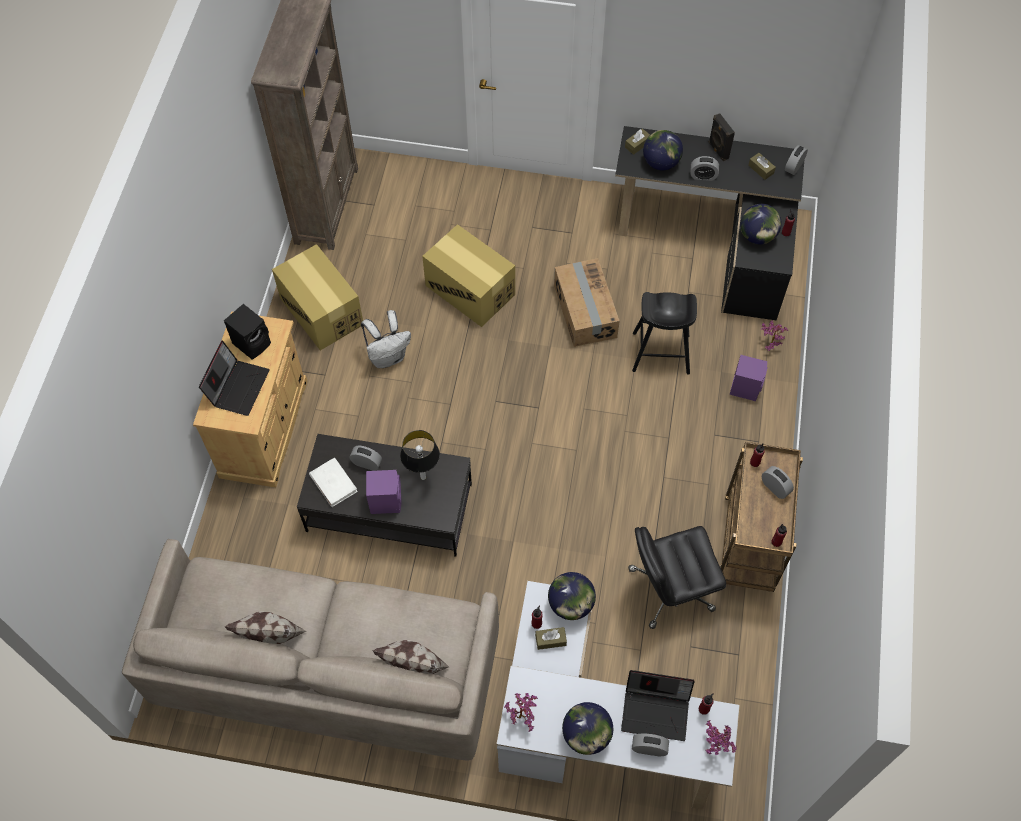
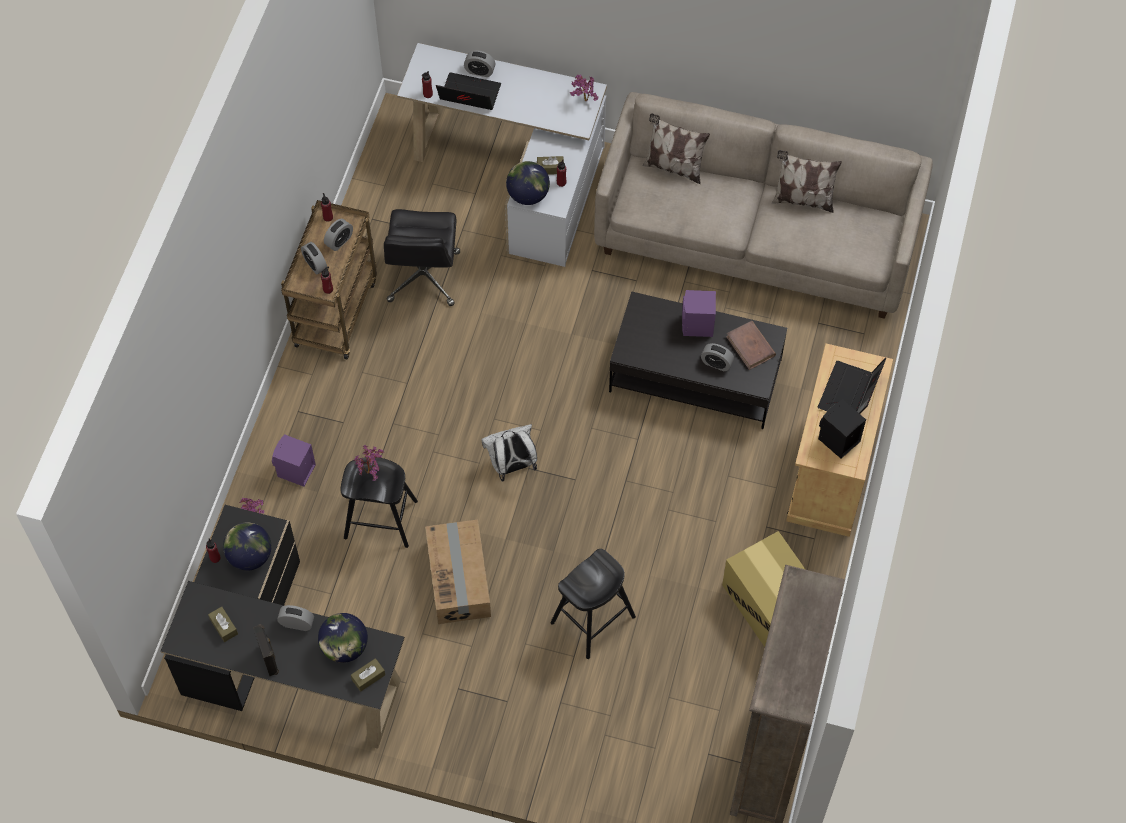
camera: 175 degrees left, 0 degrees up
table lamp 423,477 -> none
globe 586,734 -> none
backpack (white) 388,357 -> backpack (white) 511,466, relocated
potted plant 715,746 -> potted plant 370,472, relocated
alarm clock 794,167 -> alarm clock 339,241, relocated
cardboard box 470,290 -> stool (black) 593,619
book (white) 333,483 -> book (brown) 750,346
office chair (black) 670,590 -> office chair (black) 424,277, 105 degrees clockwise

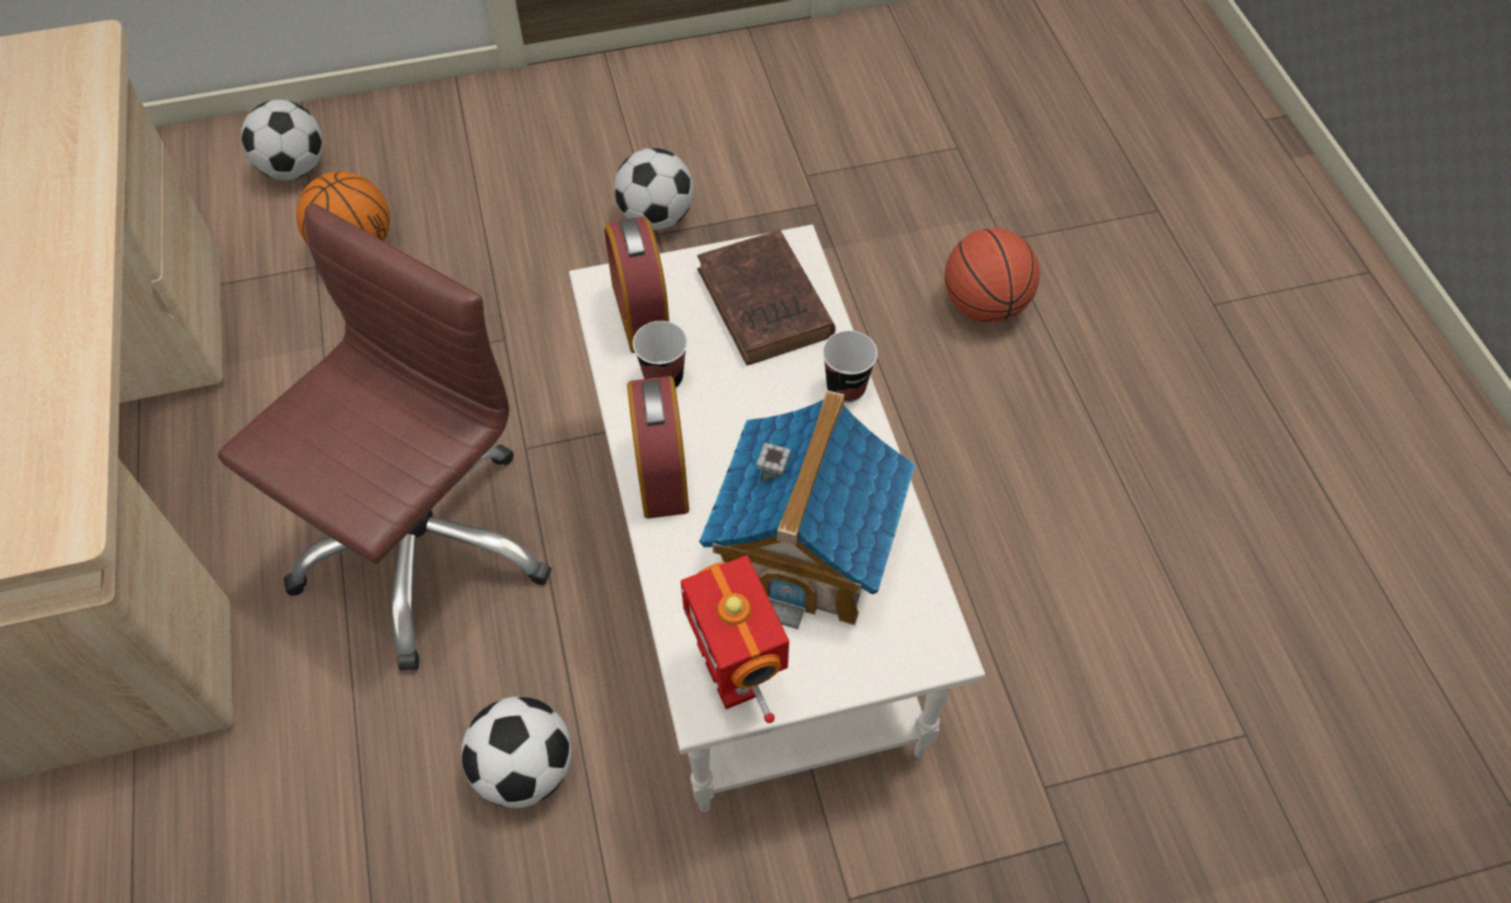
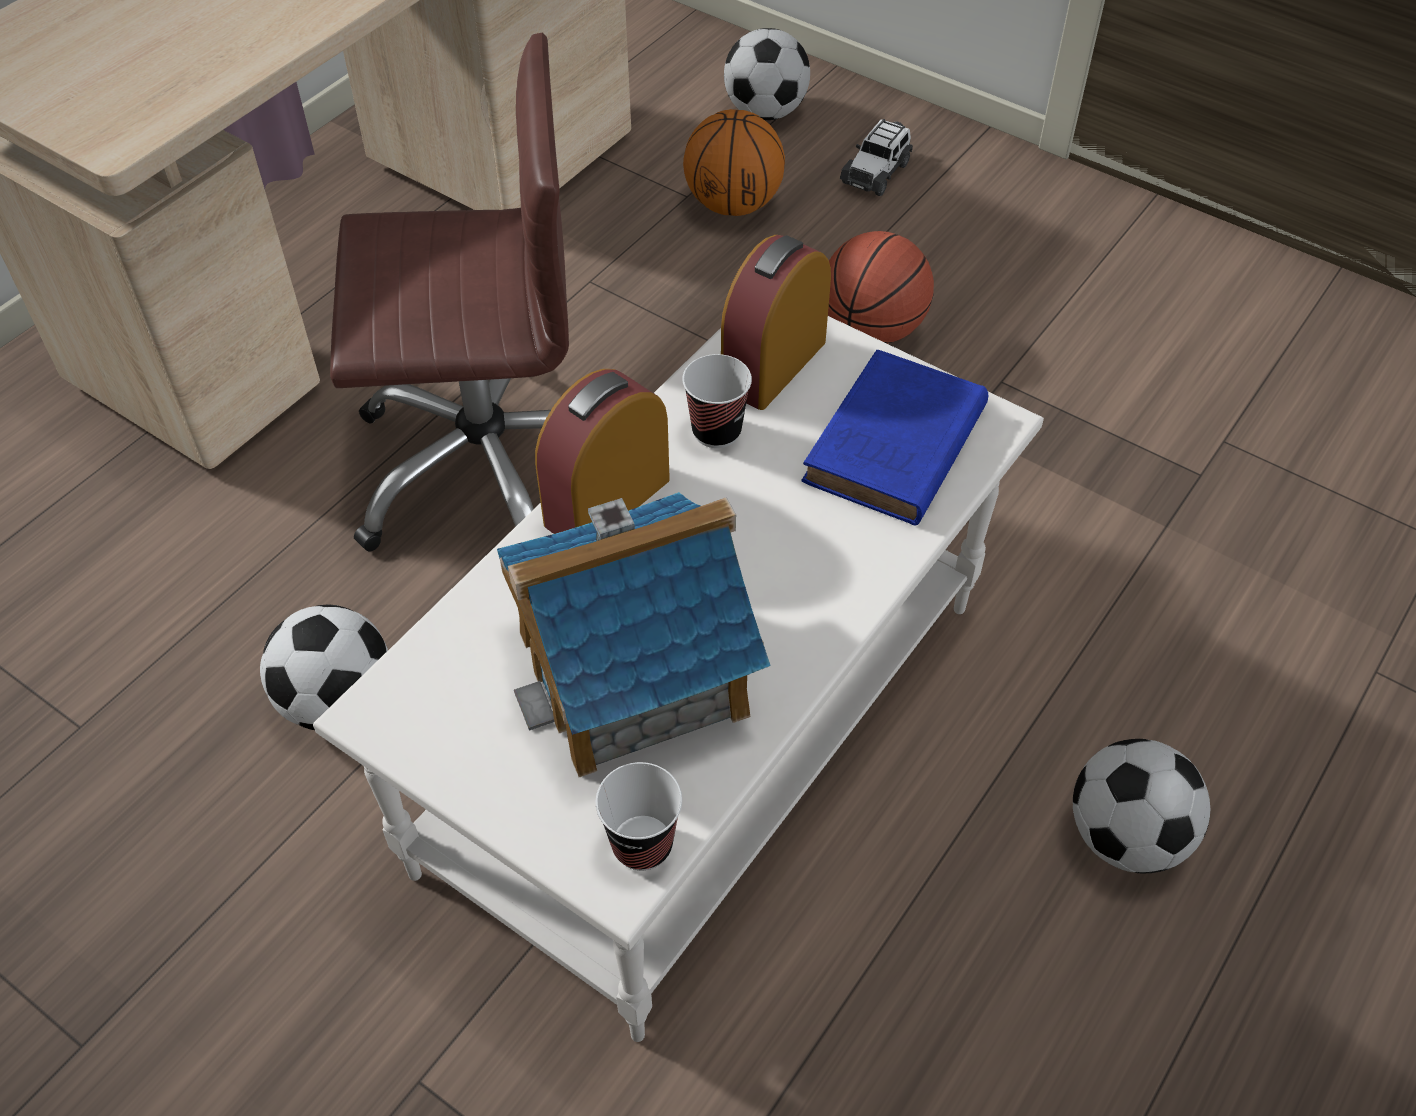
camera: 50 degrees right, 5 degrees down
toy robot 735,678 -> none
none -> toy car 876,172
football 657,217 -> football 1127,837, relocated
cup 846,388 -> cup 642,844, relocated
basketball 985,305 -> basketball 872,329, relocated
book (brown) 766,306 -> book (blue) 892,449

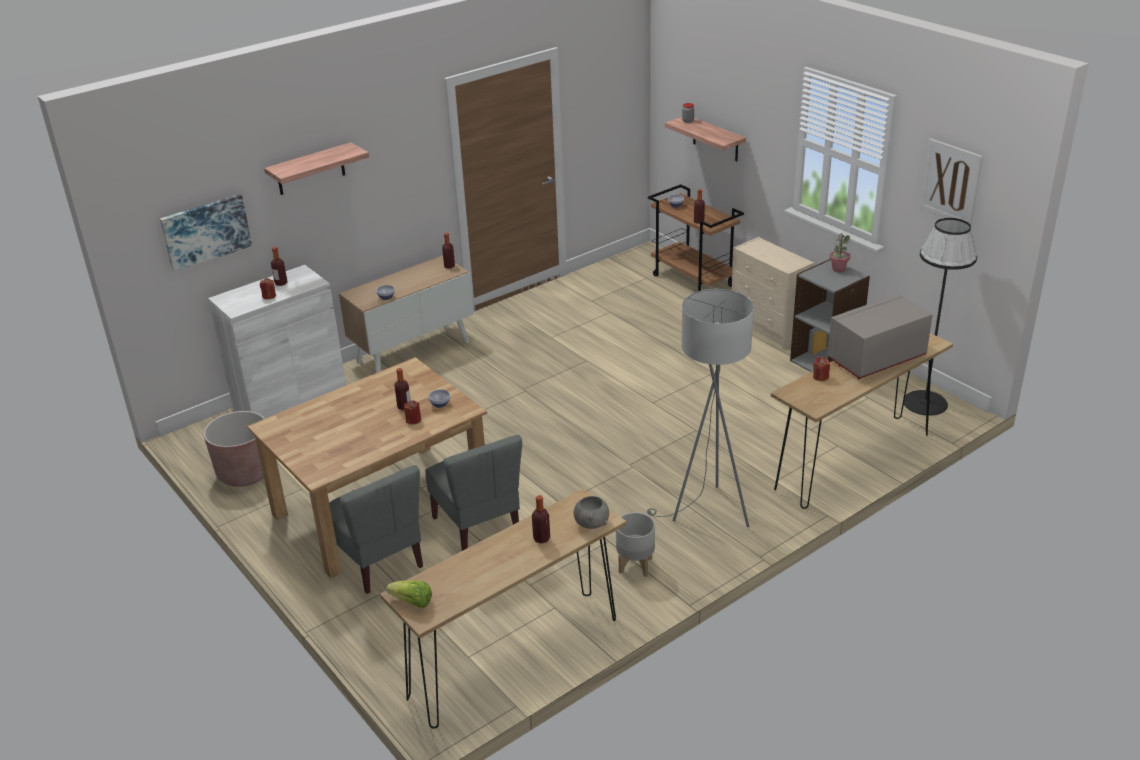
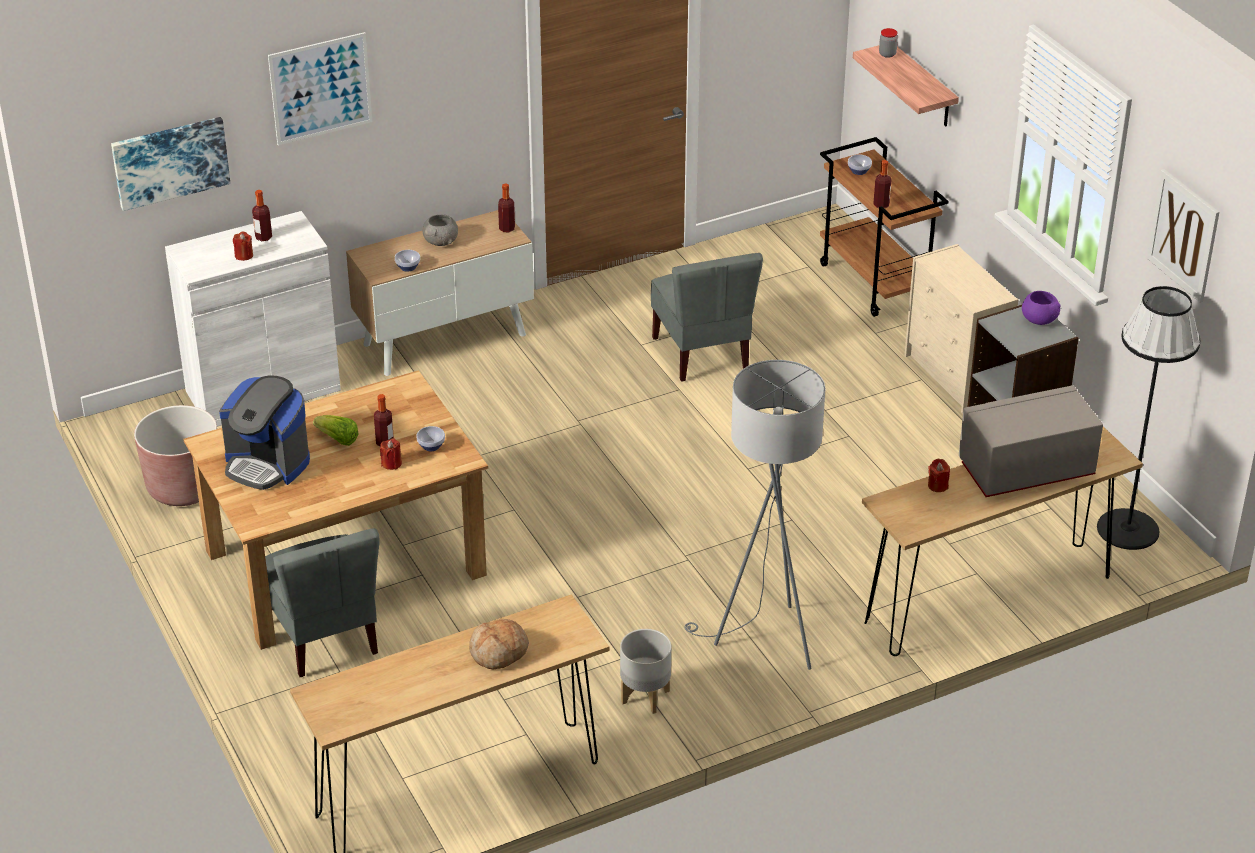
camera: 10 degrees right, 5 degrees up
none -> coffee machine 267,464
lettuce 412,602 -> lettuce 338,439, relocated
chair (grey) 478,526 -> chair (grey) 702,353, relocated
bowl (grey) 591,523 -> bowl (grey) 441,242, relocated
shelf 310,169 -> picture 320,88
bottle 541,538 -> bread 499,652
potted plant 838,269 -> bowl (purple) 1039,320

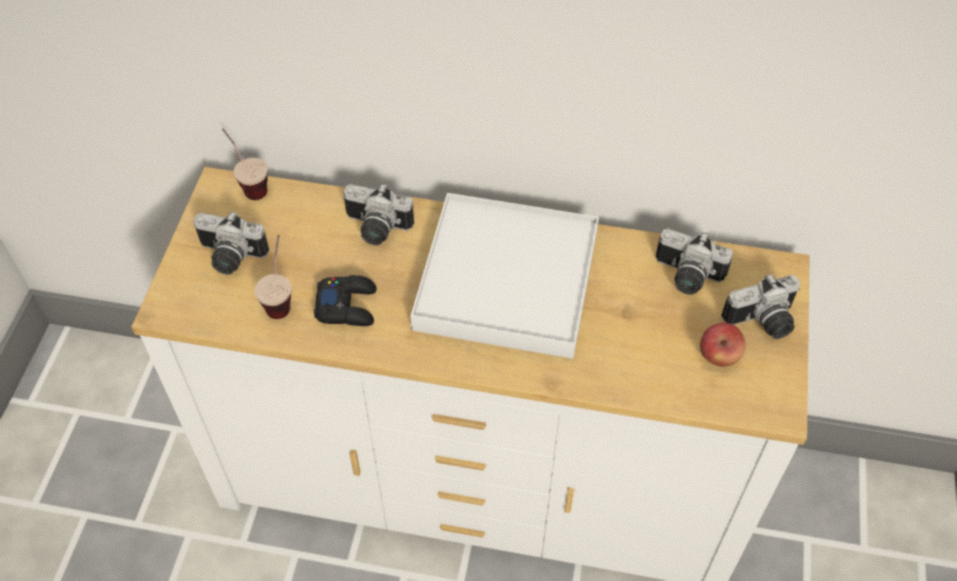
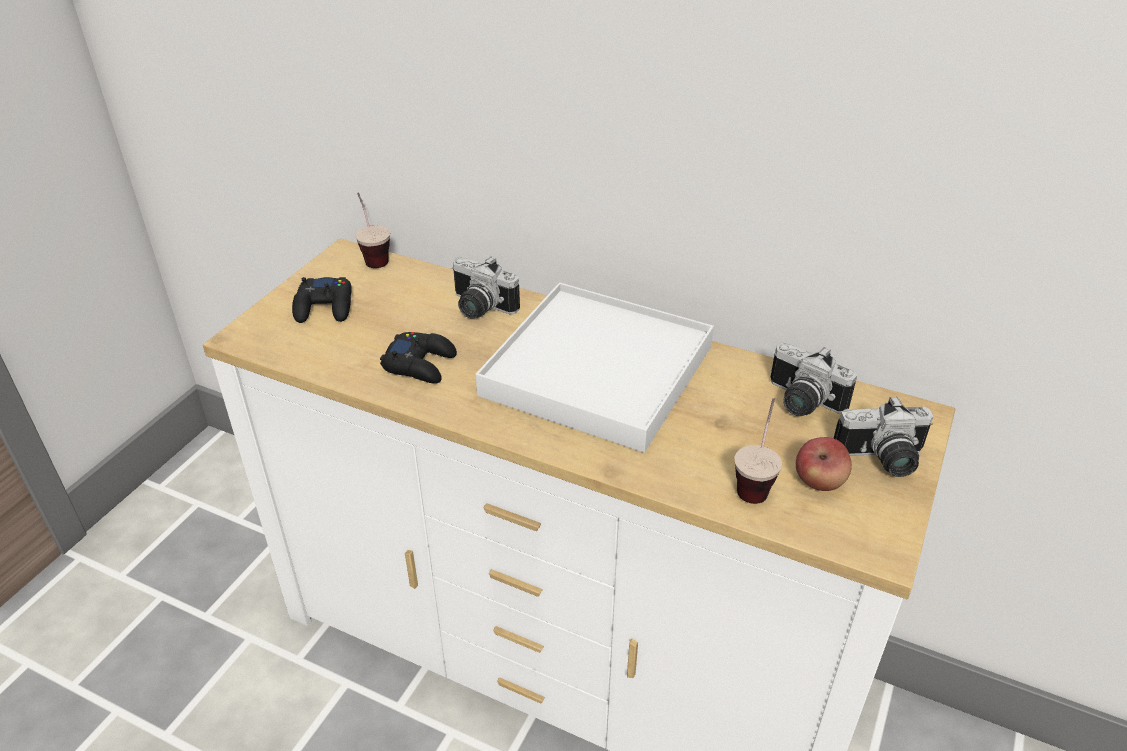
camera: 15 degrees right, 15 degrees down
cup 281,297 -> cup 755,480, relocated
photo camera 229,258 -> game controller (black) 325,307

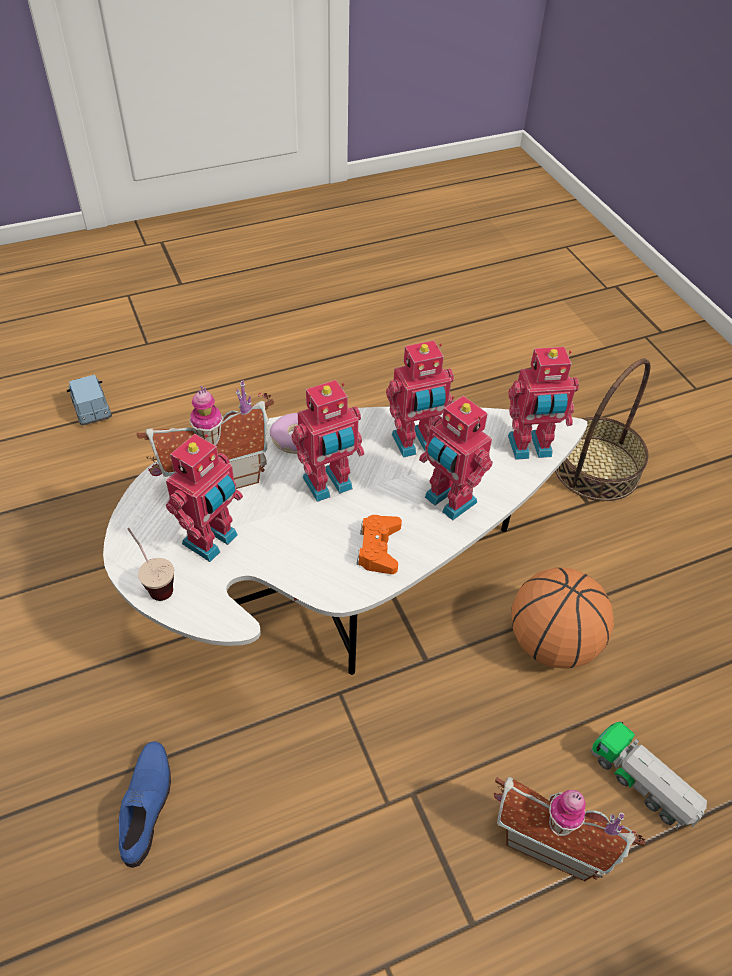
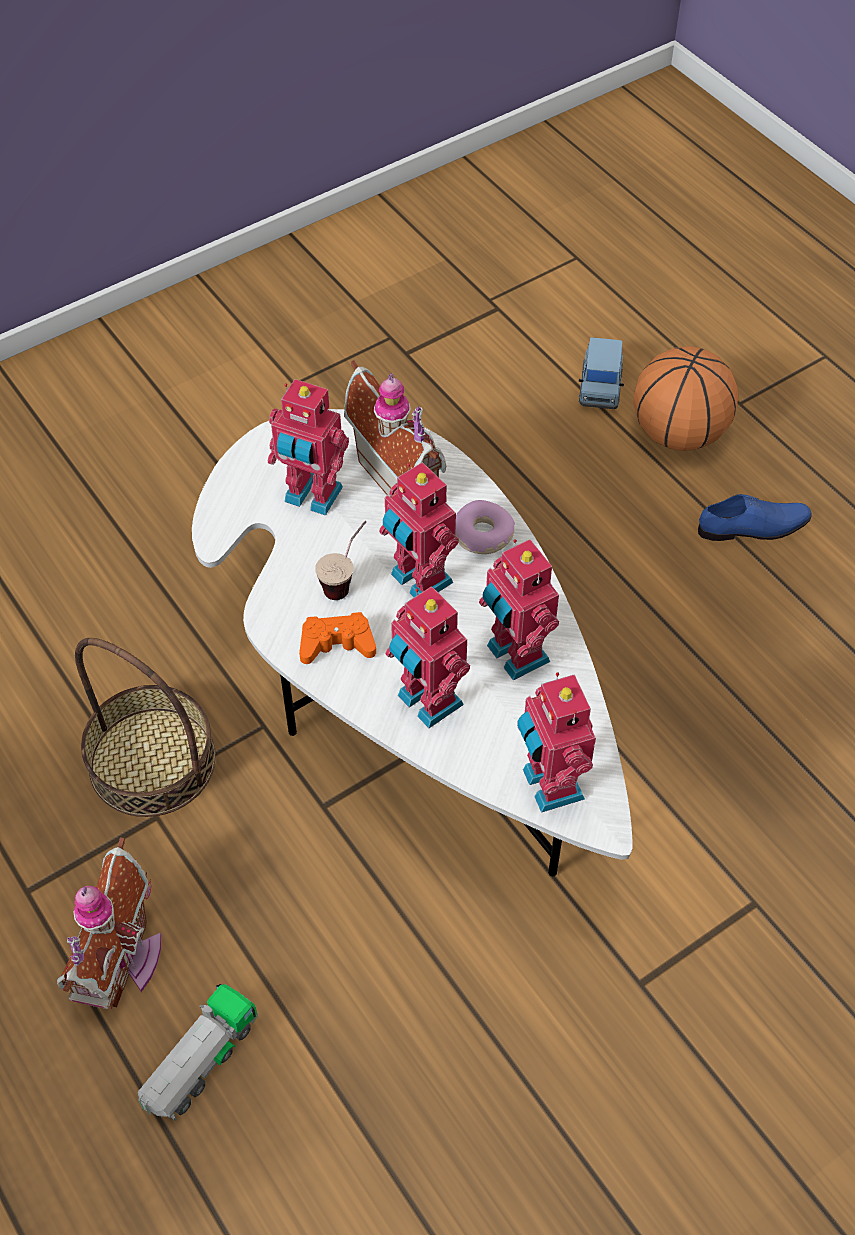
camera: 80 degrees right, 5 degrees up
shoe (blue) 147,804 -> shoe (blue) 754,527, relocated
cup 154,582 -> cup 346,581, relocated
basketball 551,643 -> basketball 678,434, relocated
basket 596,468 -> basket 152,761, relocated
toy car (blue) 92,409 -> toy car (blue) 600,389, 135 degrees clockwise
toy robot 448,501 -> toy robot 426,702, 75 degrees counterclockwise

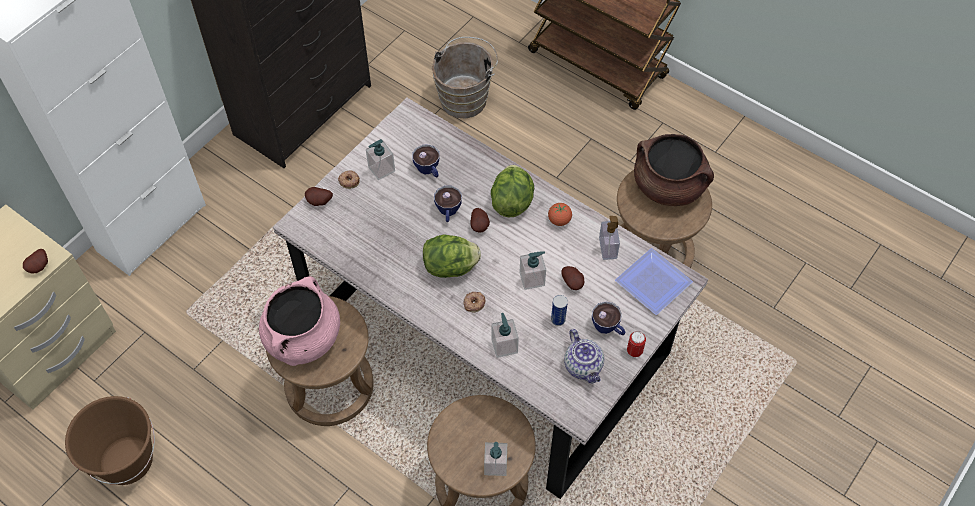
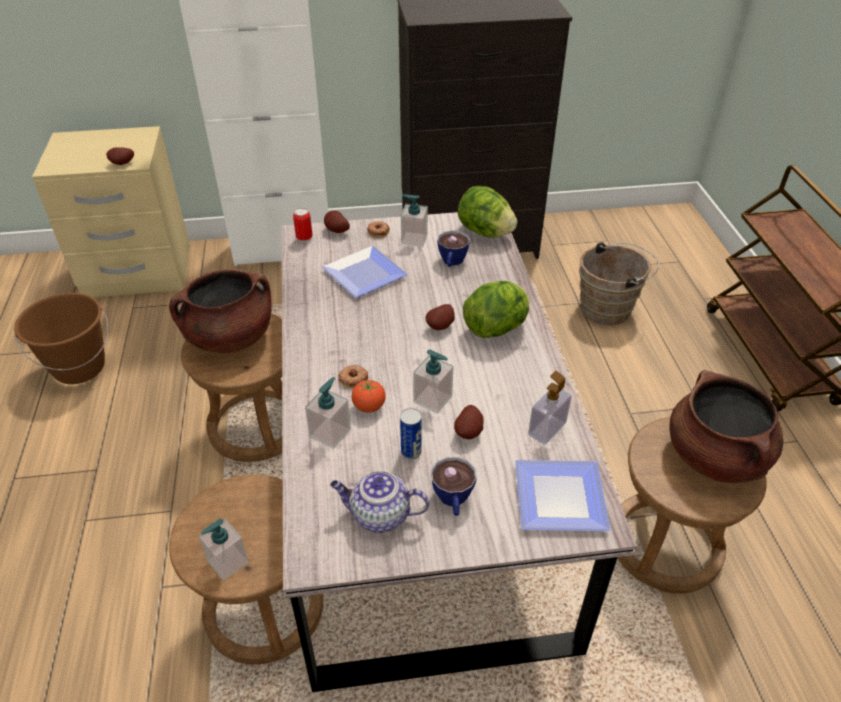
camera: 45 degrees right, 15 degrees down
cup 448,212 -> none
none -> plate 368,274
lettuce 451,267 -> lettuce 485,232, relocated
tomato 559,220 -> tomato 369,406, relocated
can 634,351 -> can 304,238, relocated
cooking pot (pink) 303,338 -> cooking pot (brown) 230,338
teapot 584,367 -> teapot 379,515, 75 degrees clockwise

